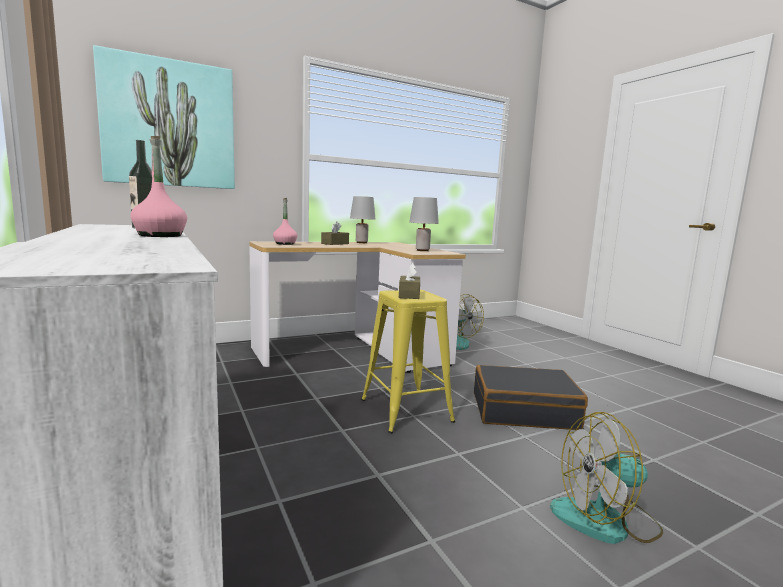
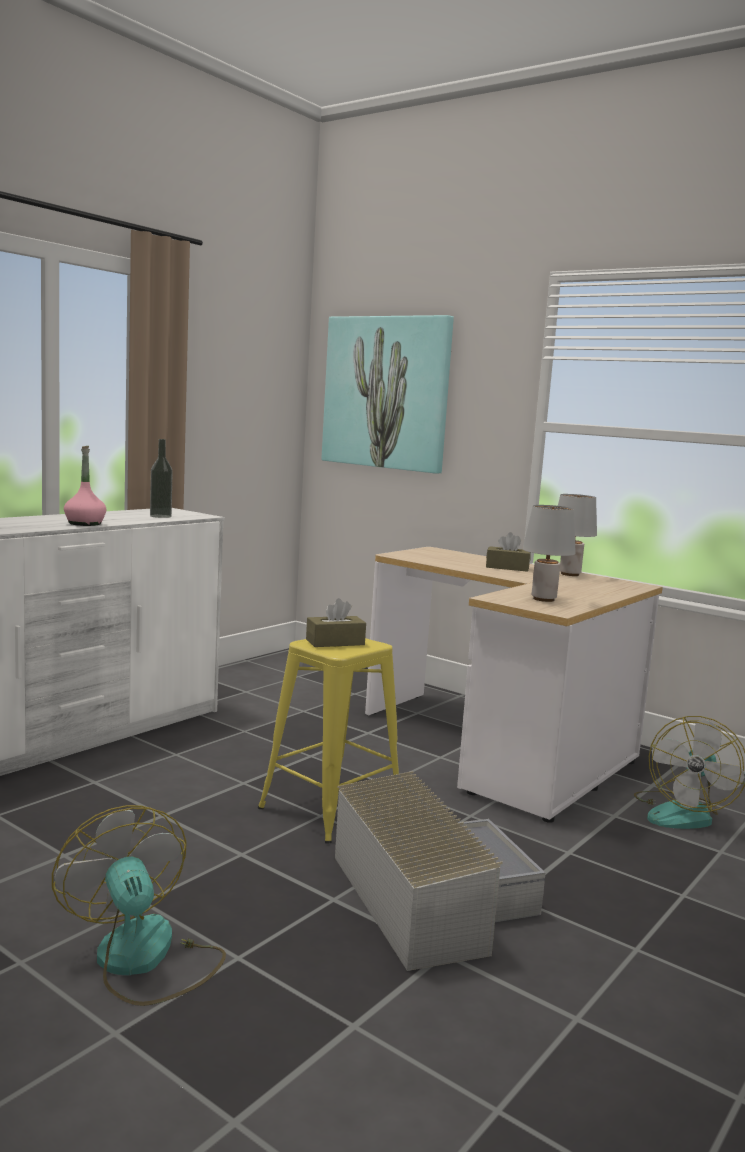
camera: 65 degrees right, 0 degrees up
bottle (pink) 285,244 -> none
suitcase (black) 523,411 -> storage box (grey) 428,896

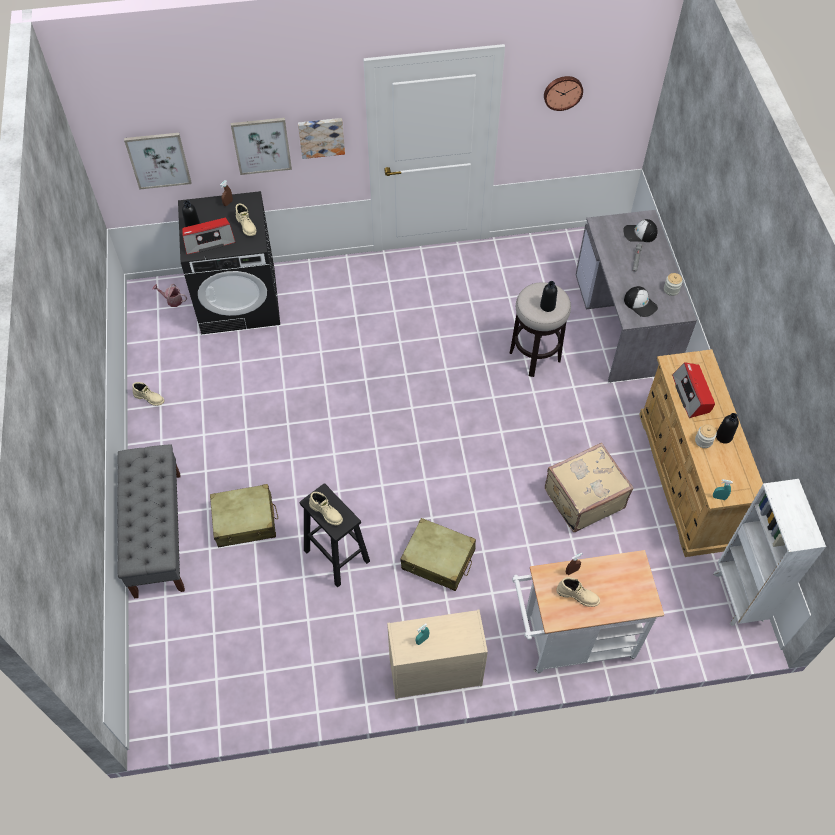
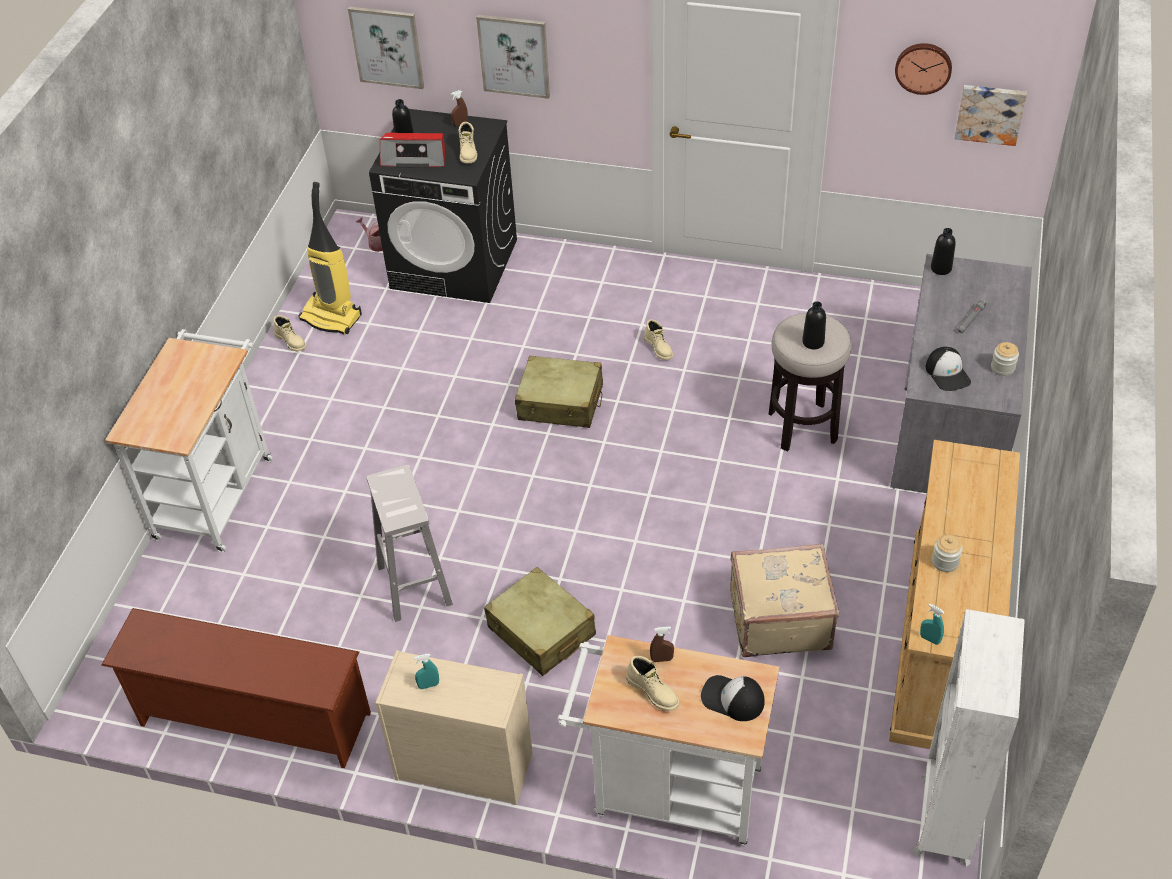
camera: 25 degrees right, 10 degrees down
radio 692,394 -> none
none -> shoe rack (brown) 252,720
none -> vacuum cleaner 332,317
suitcase (beige) 245,521 -> suitcase (beige) 560,402, relocated
picture 321,136 -> picture 990,113, relocated
boot (beige) 326,512 -> boot (beige) 659,348, relocated
cap 639,233 -> cap 732,699, relocated
bottle (black) 724,436 -> bottle (black) 941,268, relocated
bench (grey) 158,533 -> cart (white) 217,491
stool (black) 336,555 -> stool (white) 414,584

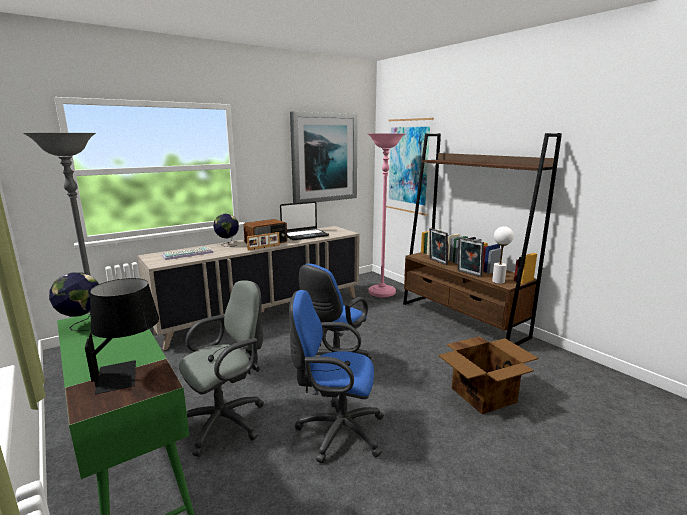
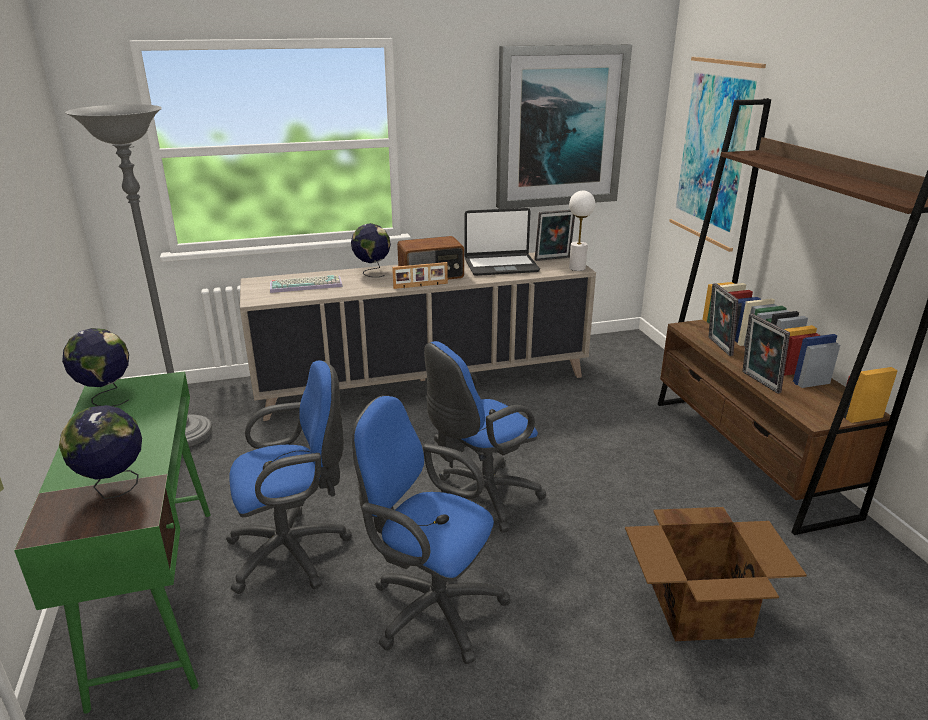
camera: 20 degrees right, 10 degrees up
floor lamp (pink) 382,292 -> none
none -> picture frame 553,259
table lamp (white) 498,281 -> table lamp (white) 577,268, relocated
table lamp (black) 129,373 -> globe 114,488
office chair (grey) 227,421 -> office chair (blue) 295,551

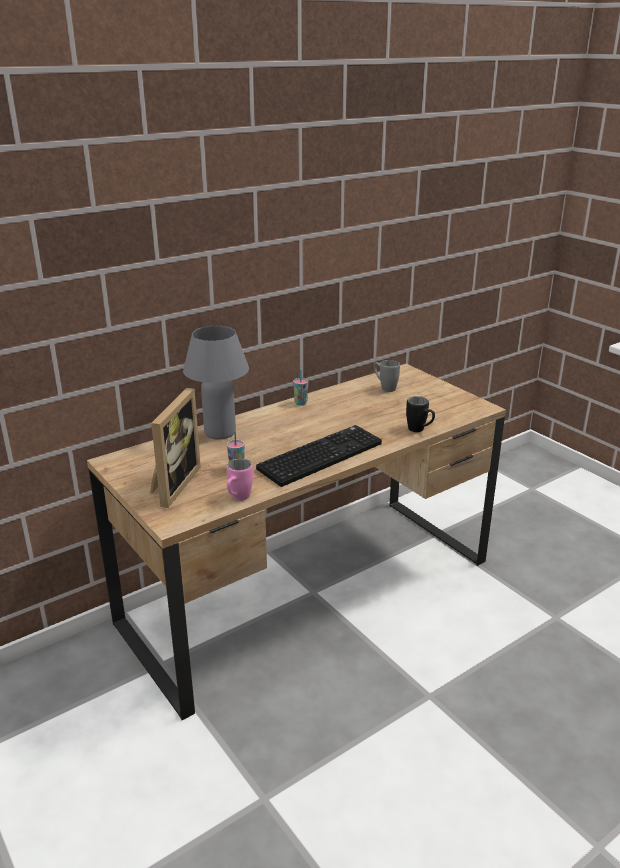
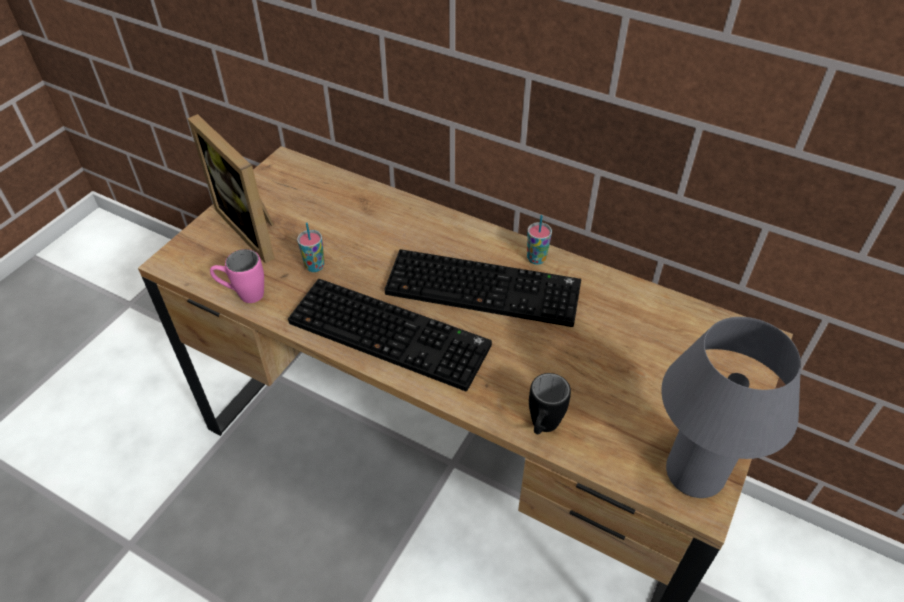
camera: 65 degrees right, 20 degrees up
mug (grey) 384,388 -> none
none -> keyboard 485,287
table lamp (grey) 220,433 -> table lamp (grey) 694,473, relocated
picture frame 172,484 -> picture frame 254,228, 60 degrees clockwise

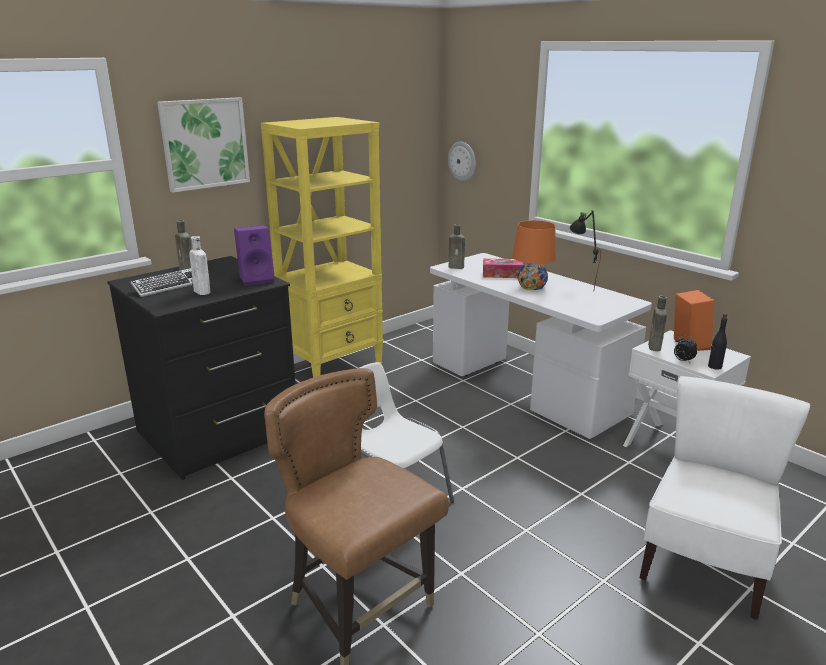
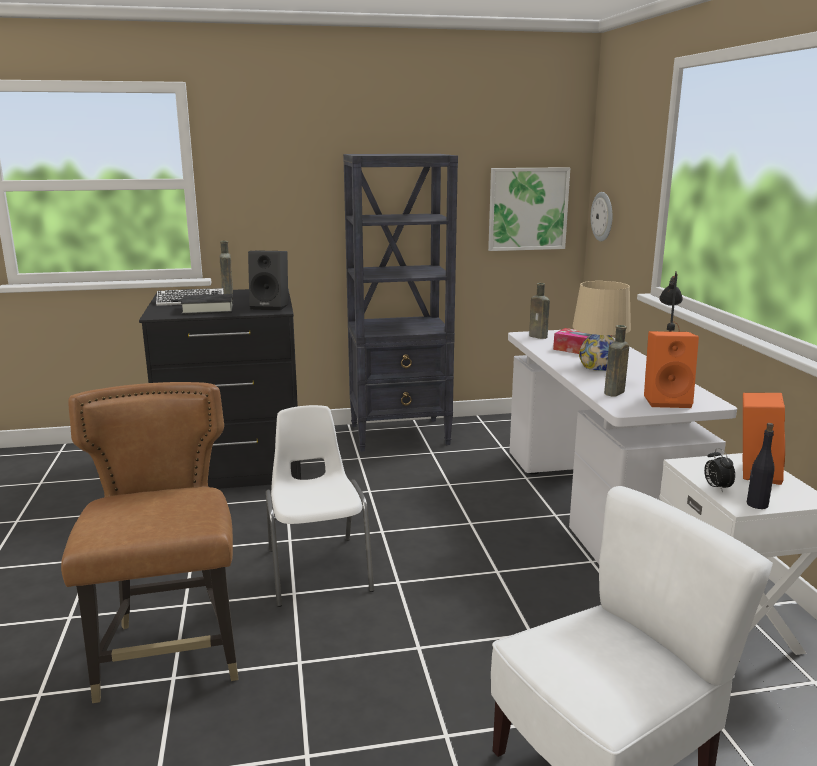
camera: 30 degrees right, 5 degrees down
none -> speaker (orange) 667,401
picture 205,143 -> picture 527,209, relocated
bottle (brown) 654,348 -> bottle (brown) 613,393, relocated
bottle (white) 203,292 -> book (black) 208,309
speaker (purple) 257,279 -> speaker (black) 271,306
bookcase (yellow) 333,368 -> bookcase (black) 400,435
table lamp (orange) 531,286 -> table lamp (beige) 597,366

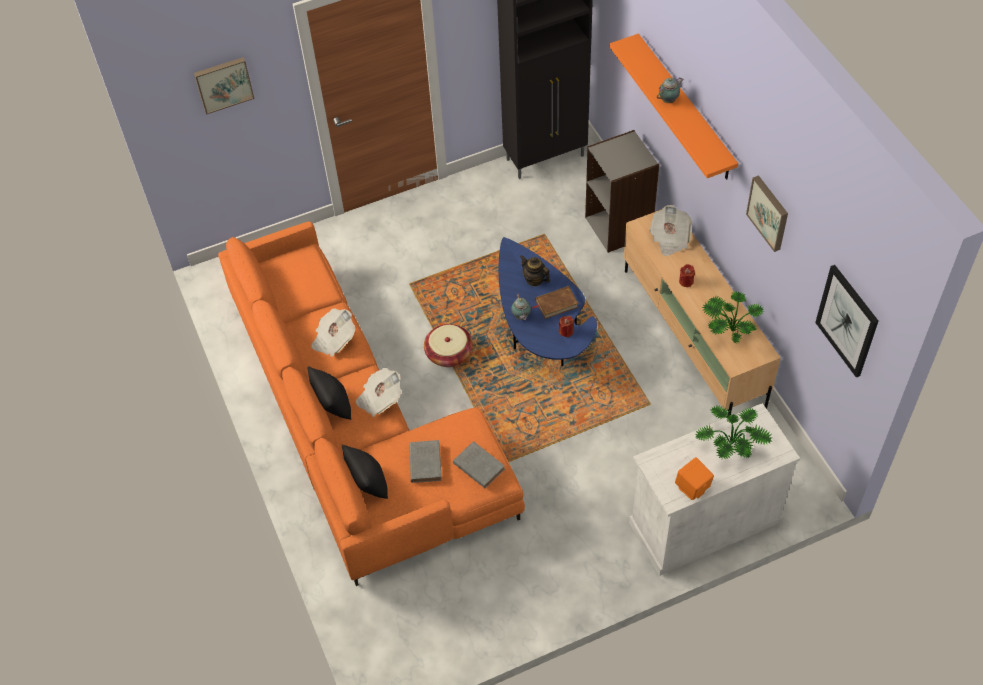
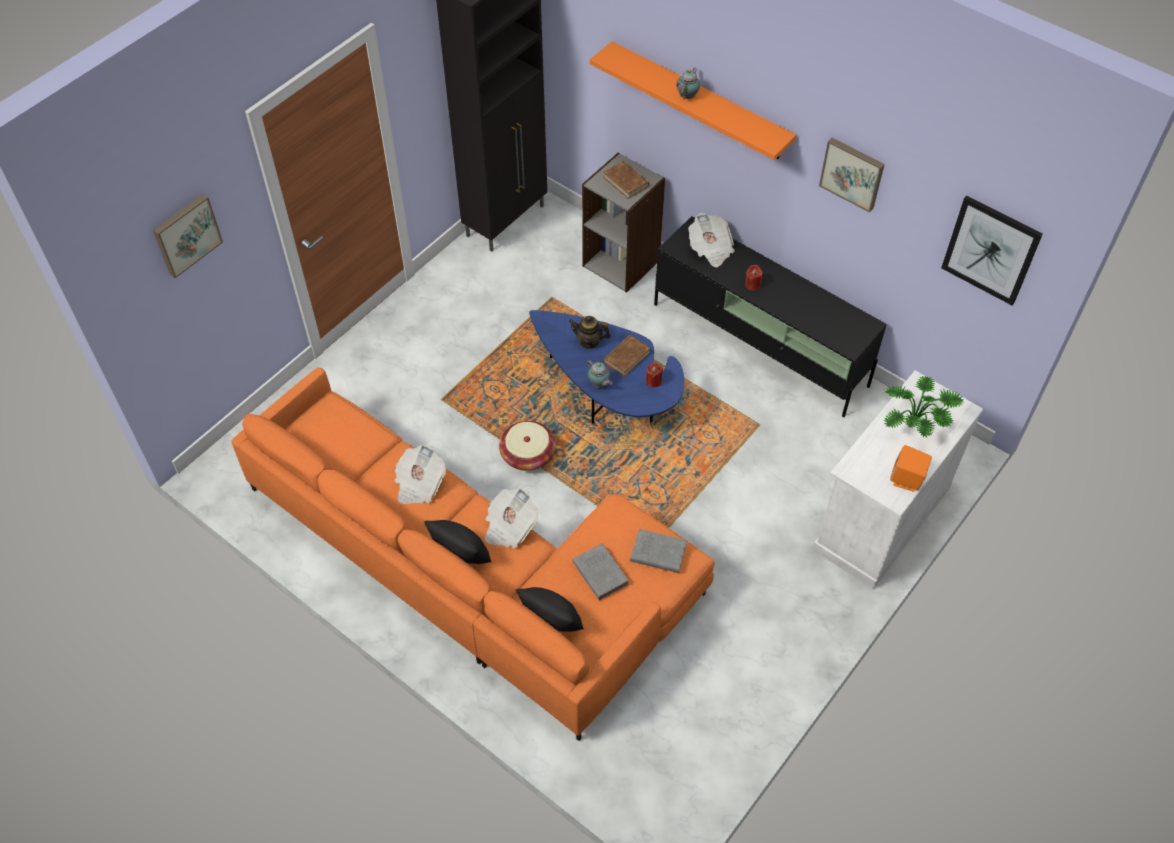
camera: 30 degrees left, 0 degrees up
potted plant 728,330 -> none
none -> book (brown) 626,182
tv stand (beige) 693,339 -> tv stand (black) 760,345

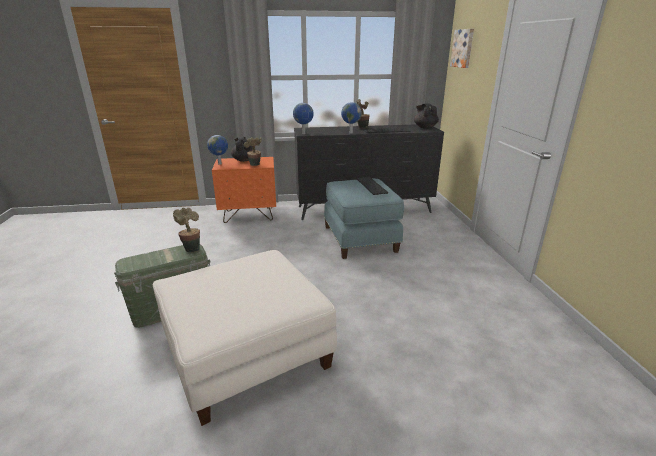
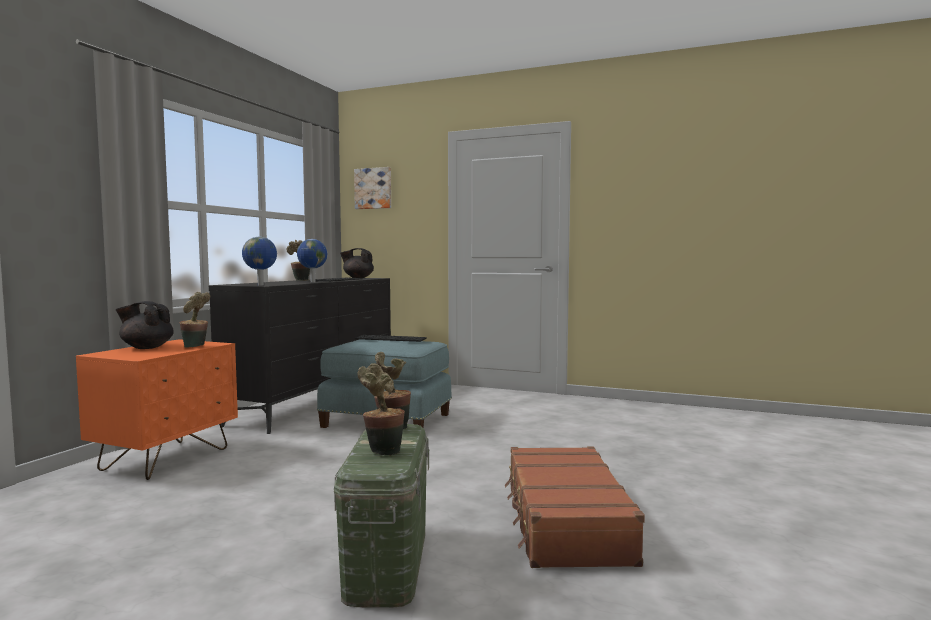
camera: 60 degrees left, 20 degrees down
globe 220,164 -> none
none -> potted plant 382,451
ottoman (white) 246,351 -> suitcase (brown) 565,522

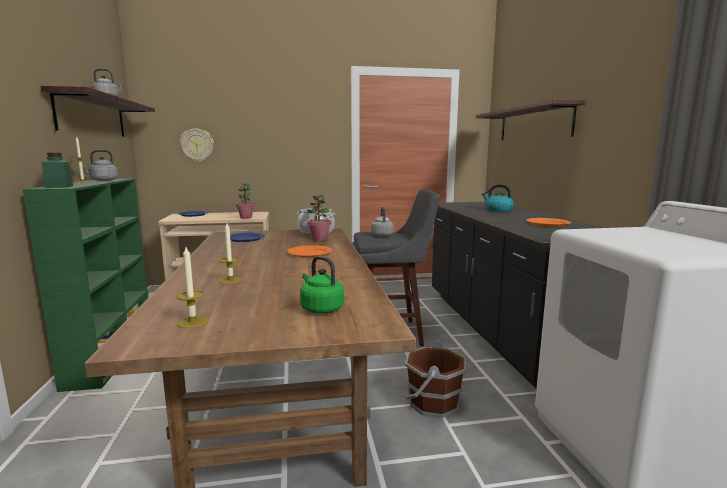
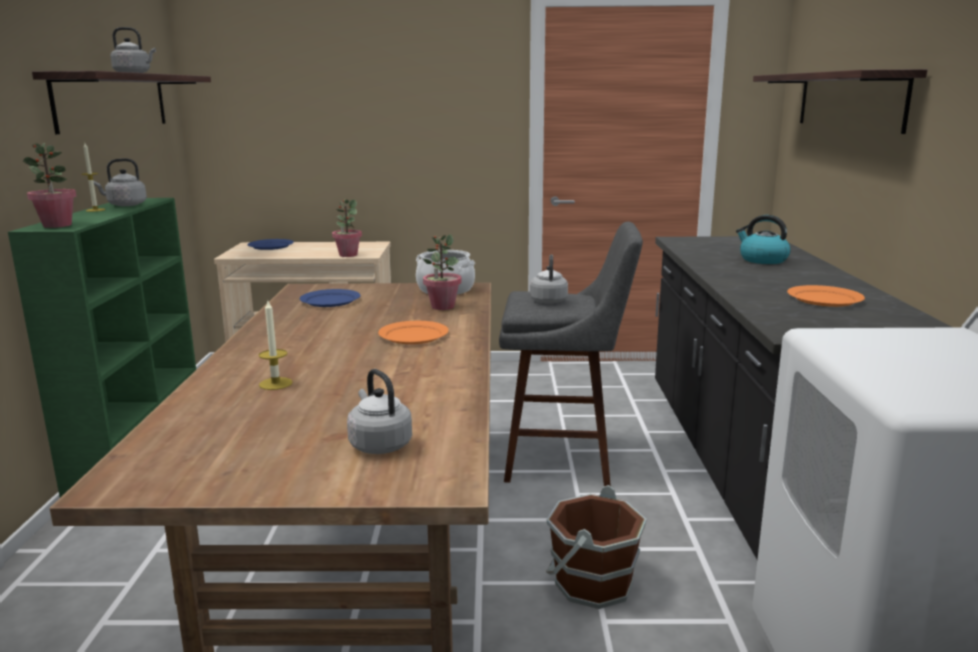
camera: 10 degrees right, 5 degrees up
candle 192,322 -> none
wall clock 197,145 -> none
jar (green) 59,186 -> potted plant 57,225
kettle (green) 320,309 -> kettle (grey) 379,444

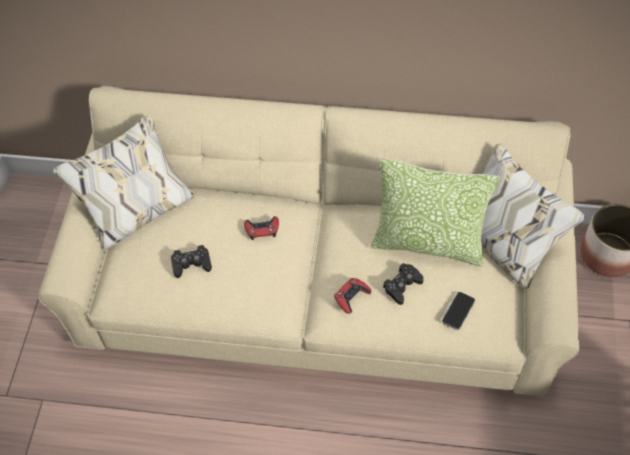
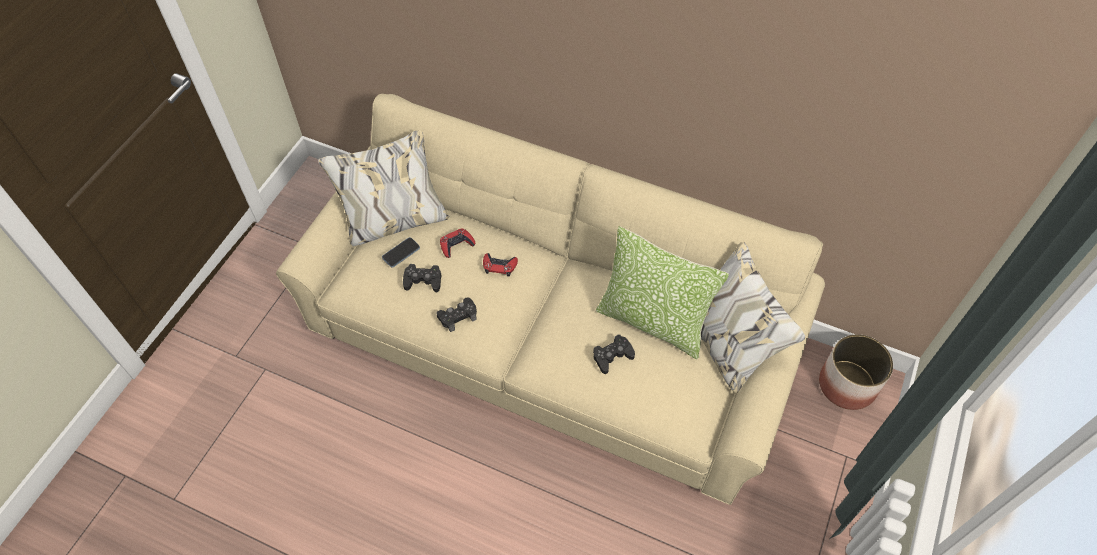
camera: 15 degrees right, 0 degrees up
none -> game controller (black) 458,316
game controller (red) 351,297 -> game controller (red) 456,245, relocated
phone 458,311 -> phone 401,253, relocated

